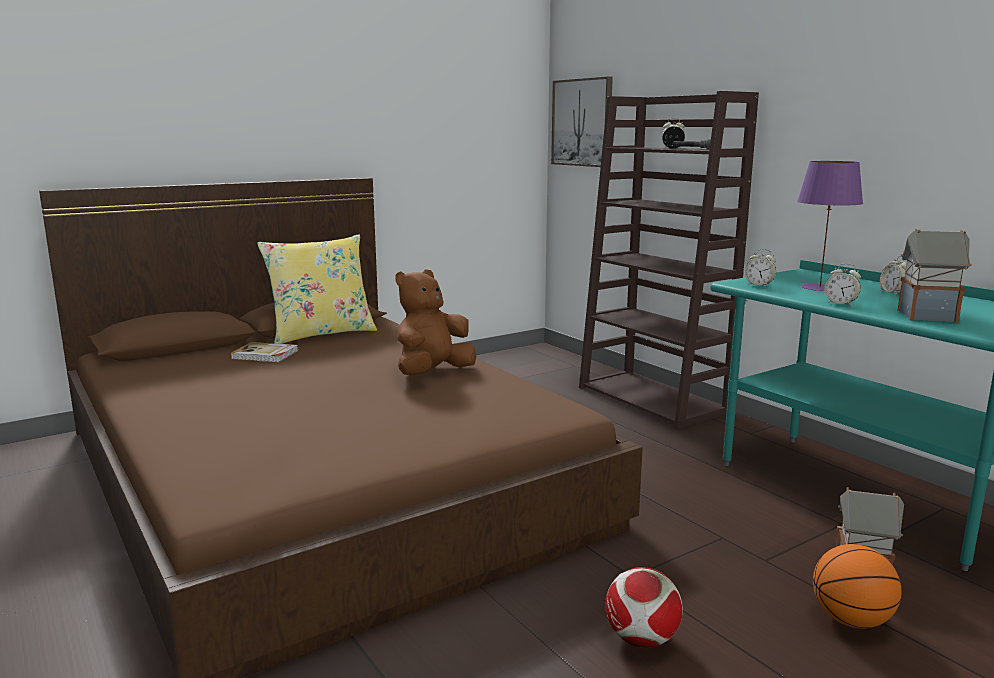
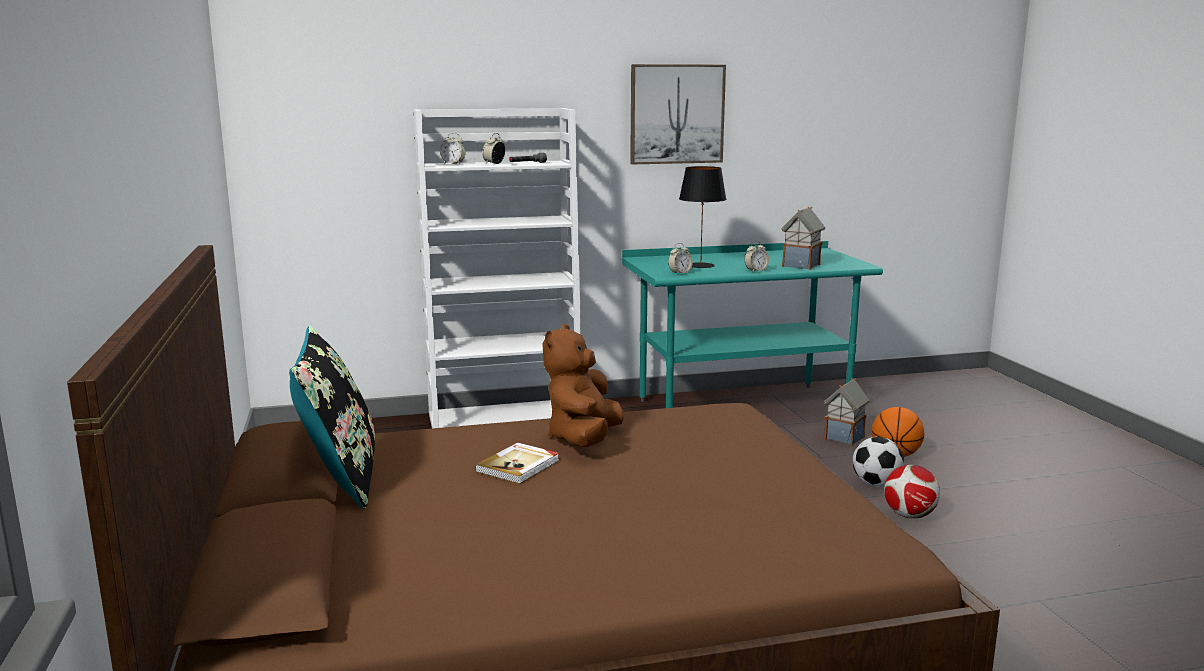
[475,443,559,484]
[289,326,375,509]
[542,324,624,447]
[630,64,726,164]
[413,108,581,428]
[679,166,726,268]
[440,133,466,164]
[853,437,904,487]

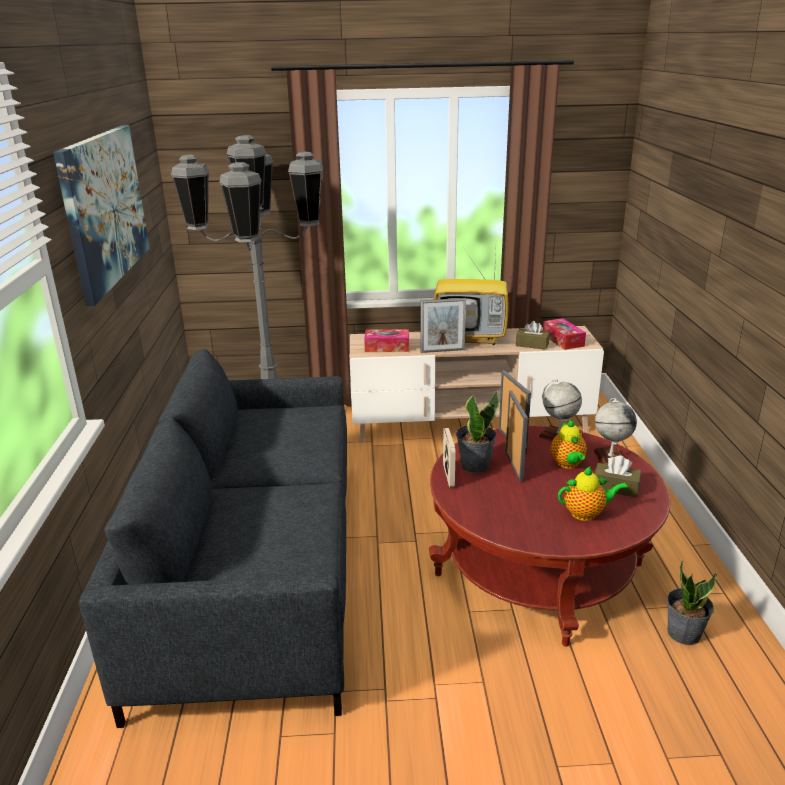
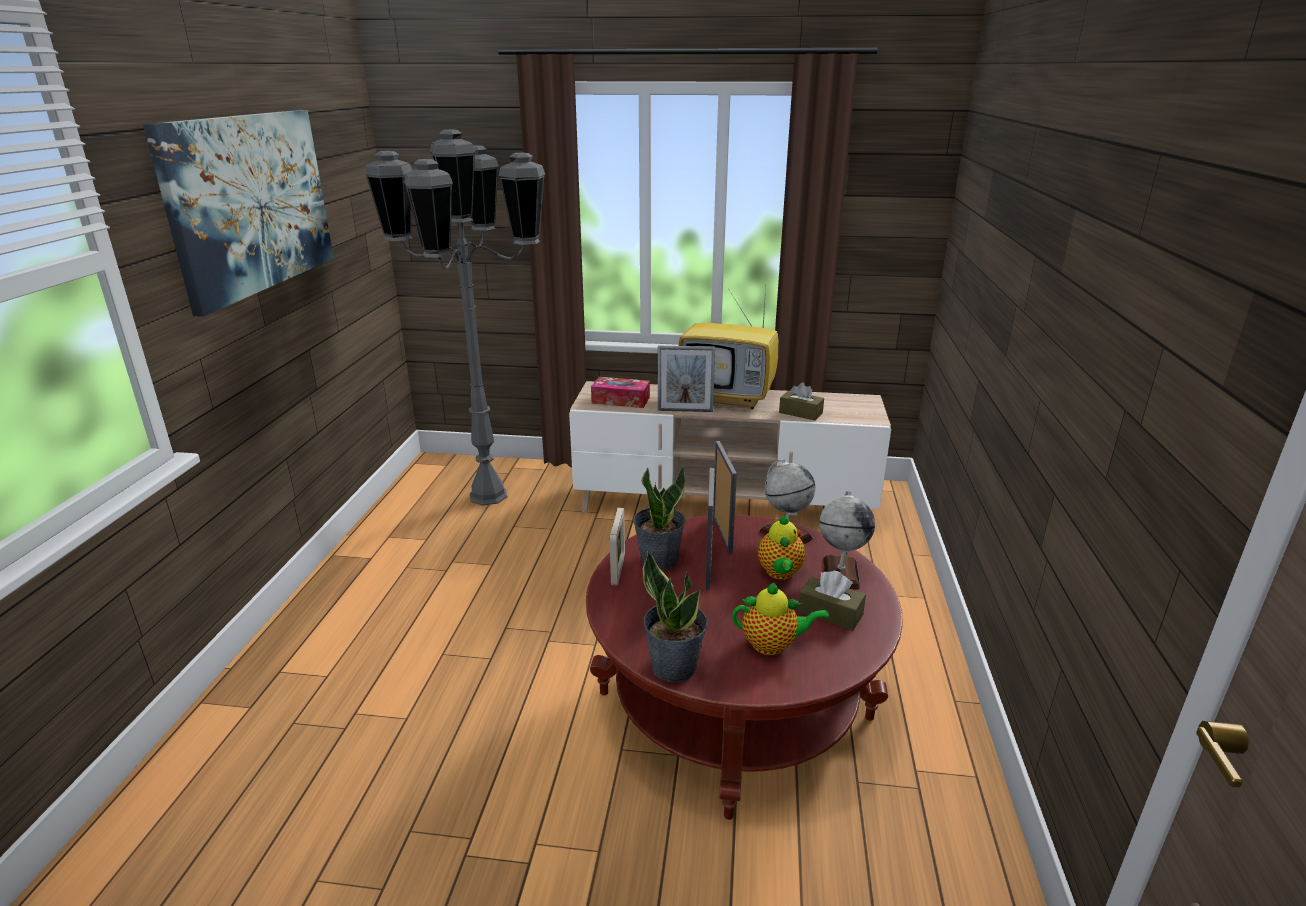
[79,349,347,728] (first image)
[543,318,586,350] (first image)
[643,551,707,682]

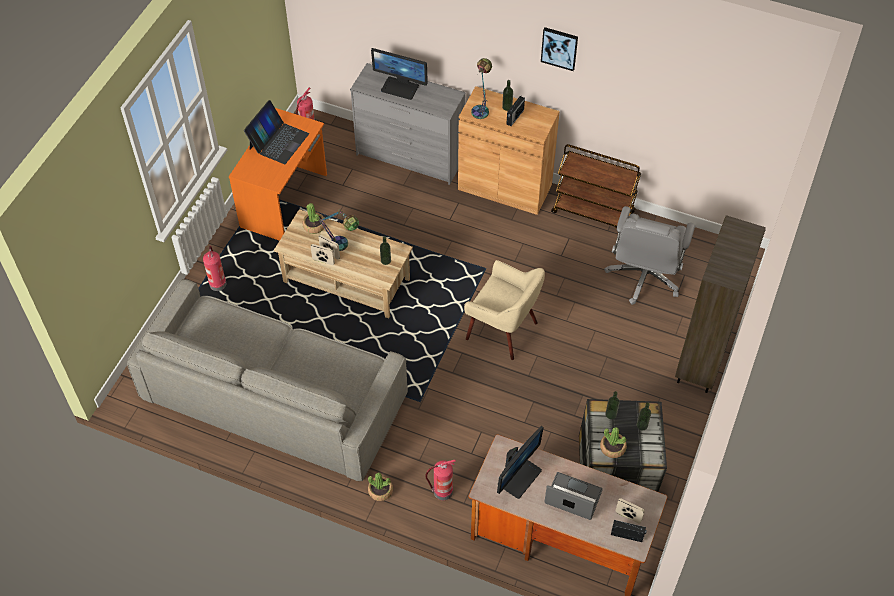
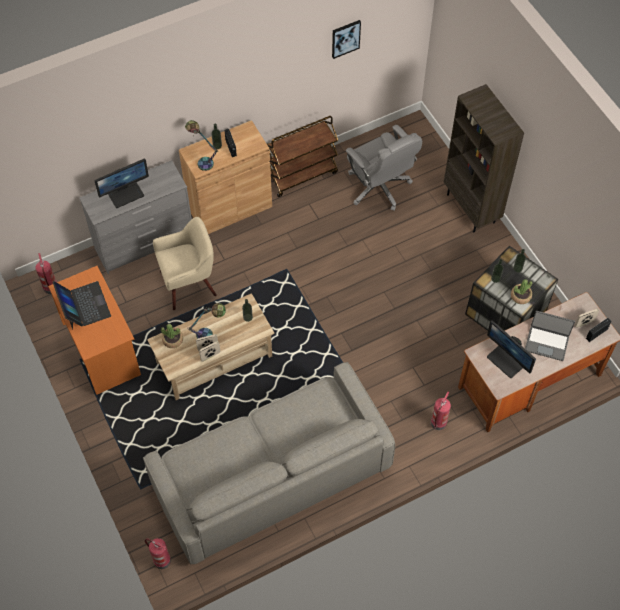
[145,538,171,569]
[368,472,393,501] (first image)
[153,217,217,310]
[487,321,536,378]
[332,20,361,59]
[525,311,575,361]

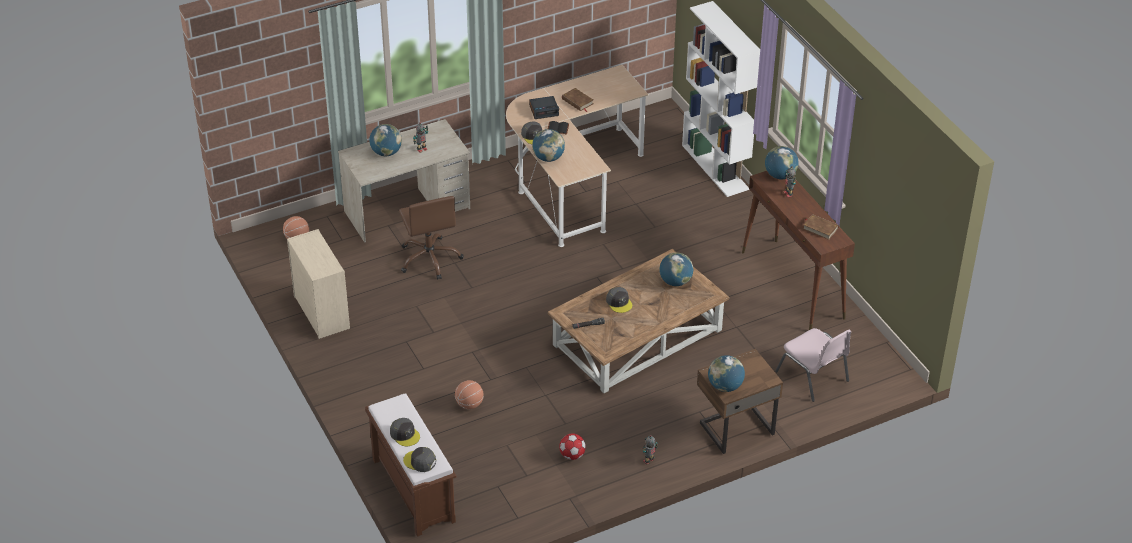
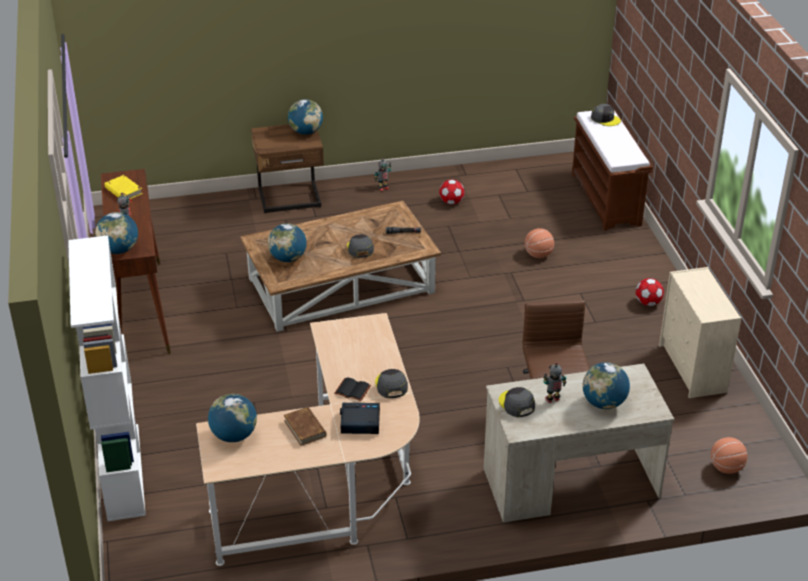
[499,387,535,417]
[208,394,257,442]
[775,328,851,402] (first image)
[104,175,143,202]
[636,278,664,306]

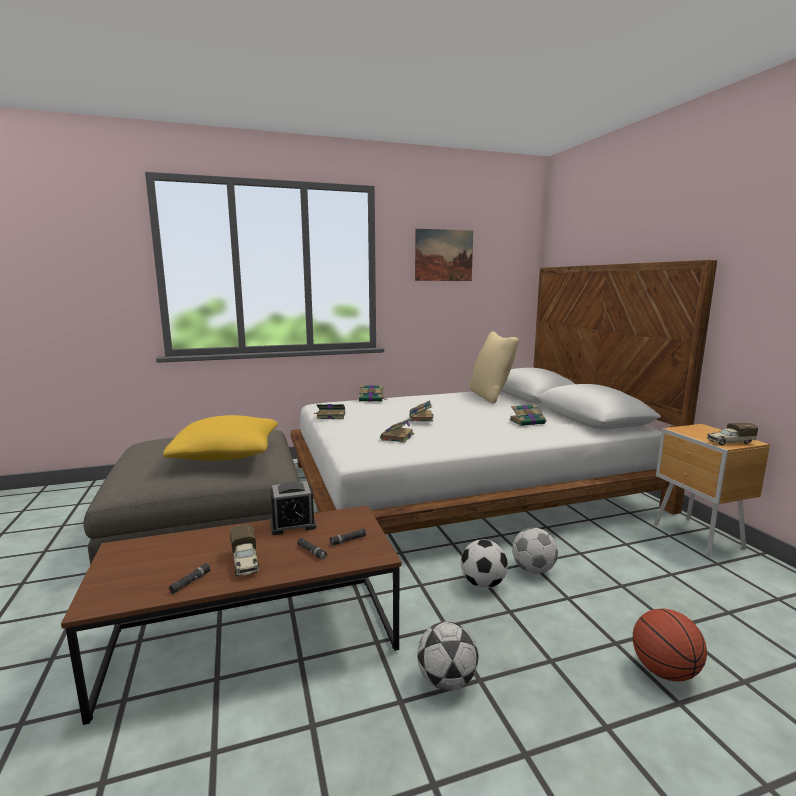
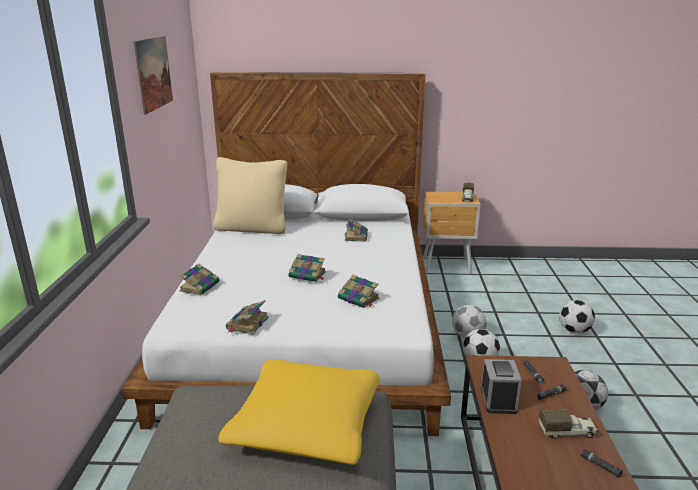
[559,300,595,333]

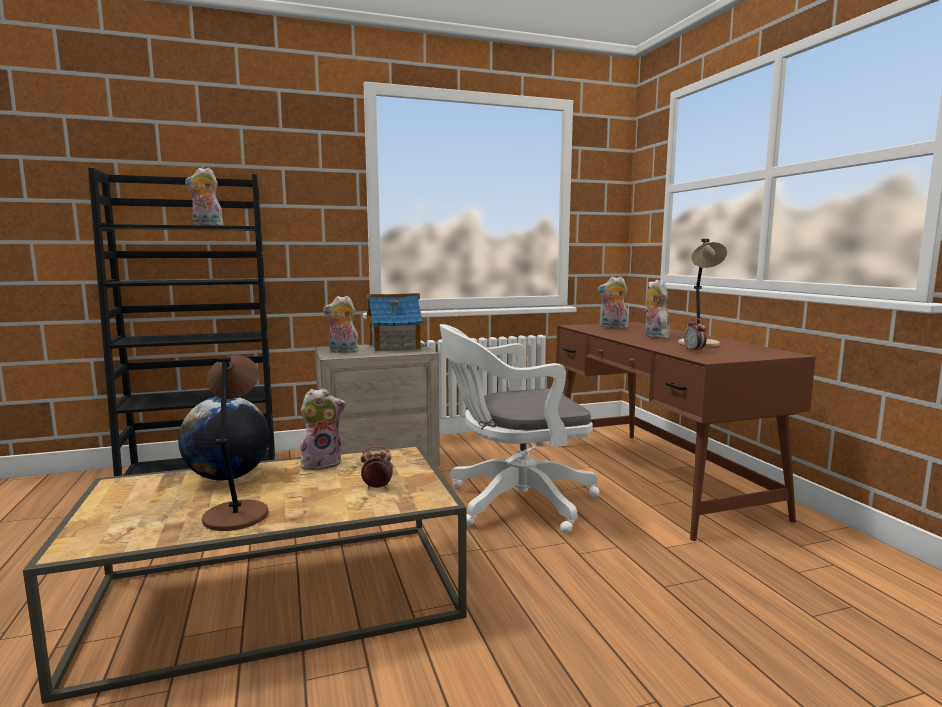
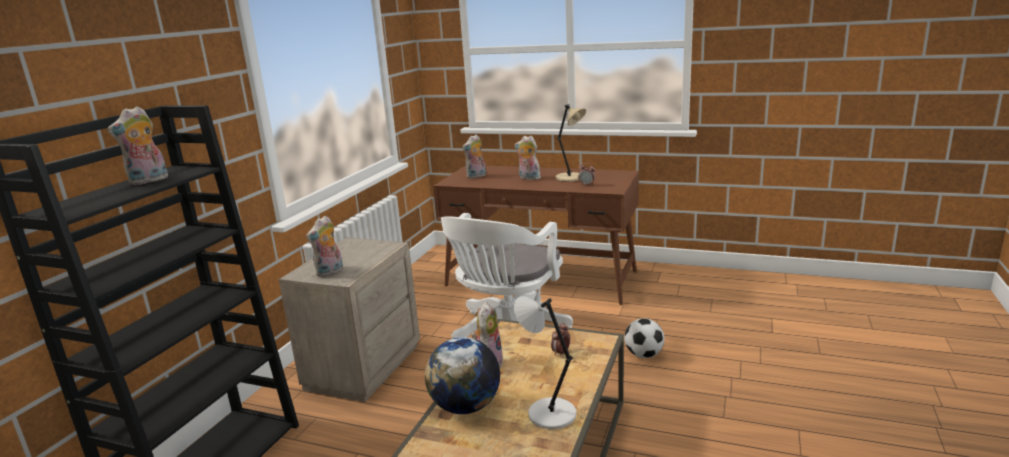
[514,296,576,429]
[367,293,425,352] (first image)
[624,318,665,358]

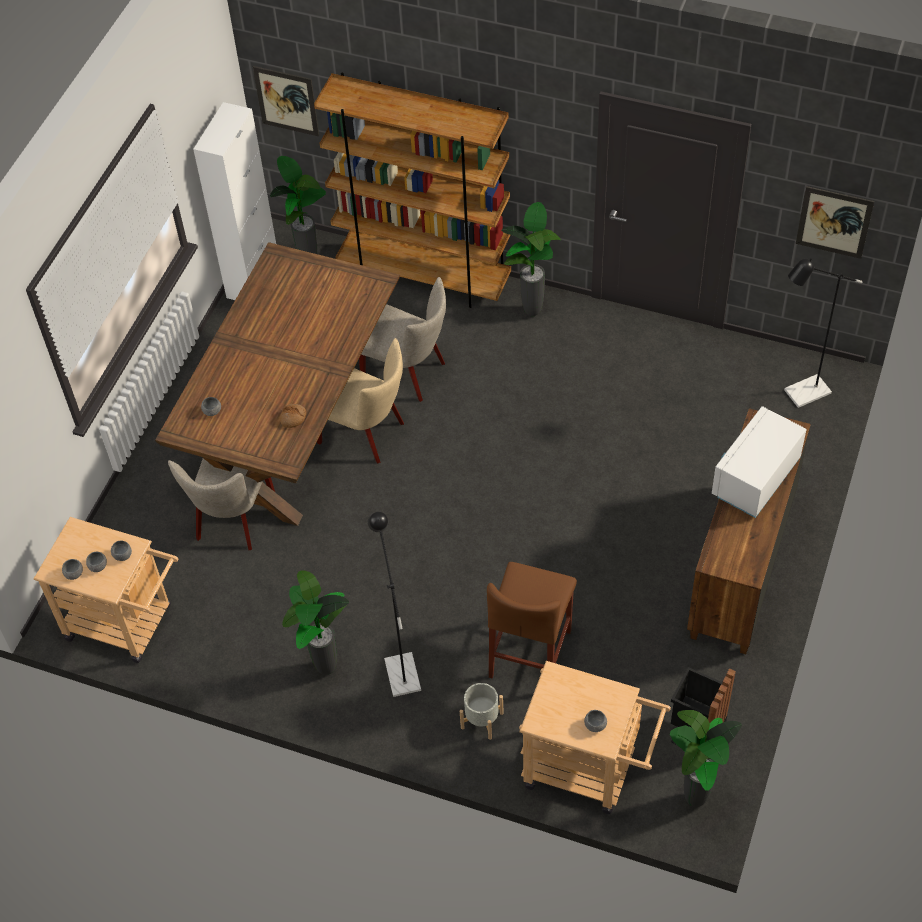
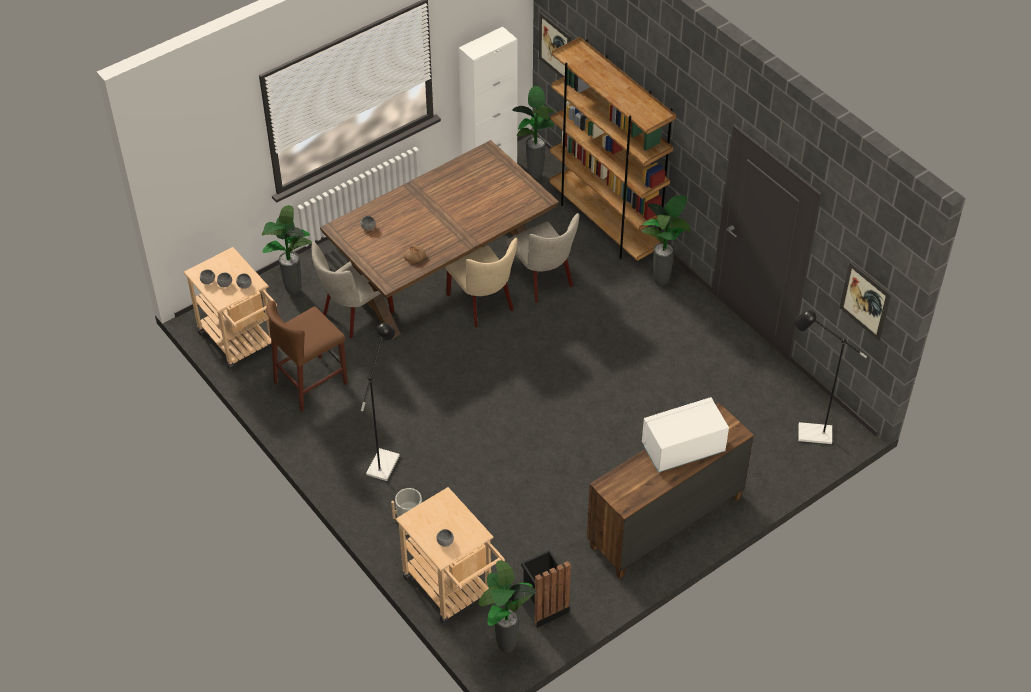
[262,205,312,295]
[266,301,348,412]

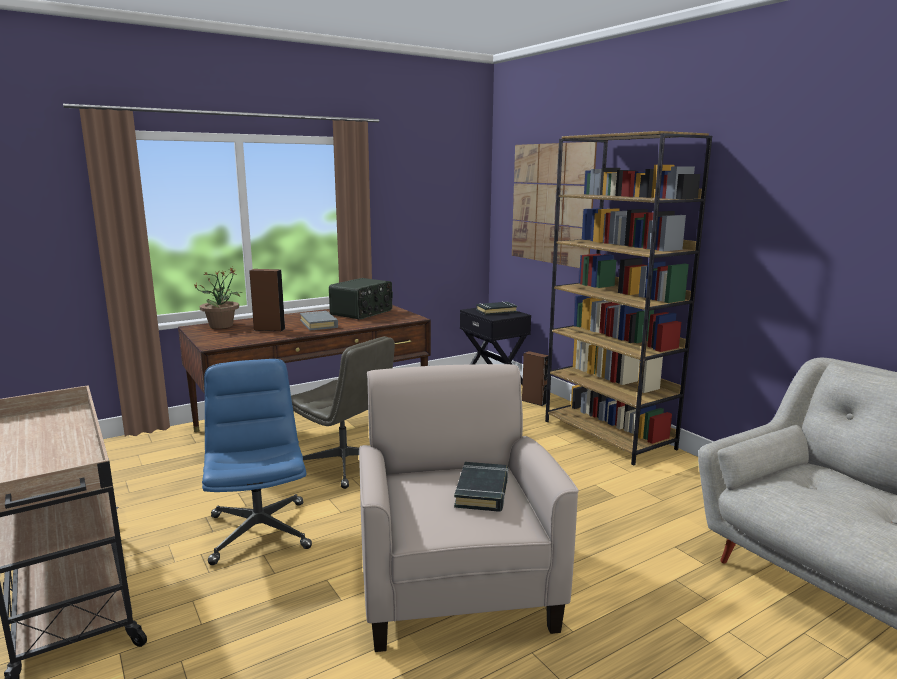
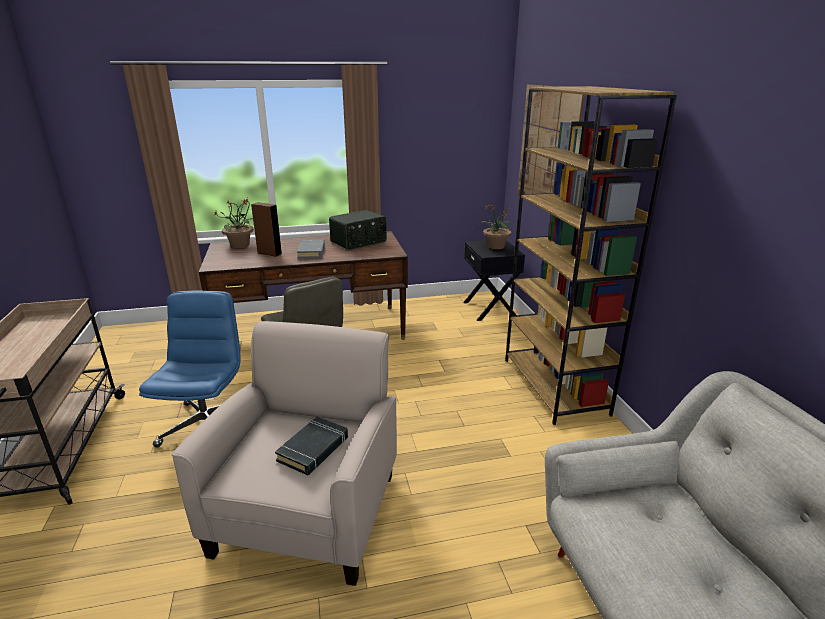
[480,203,511,249]
[522,351,549,406] (first image)

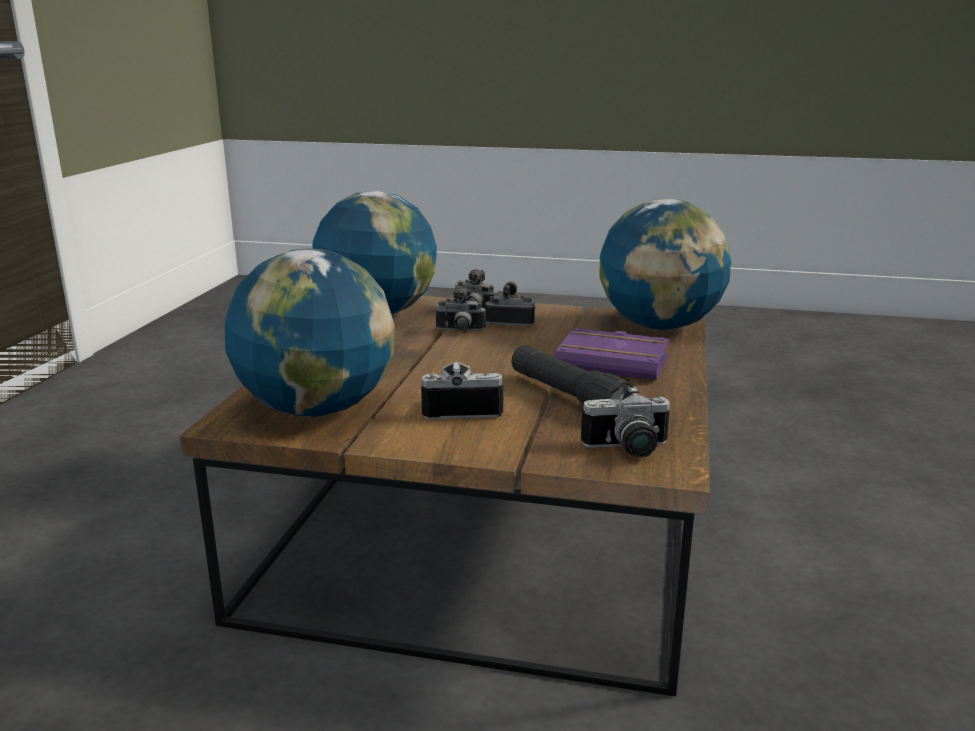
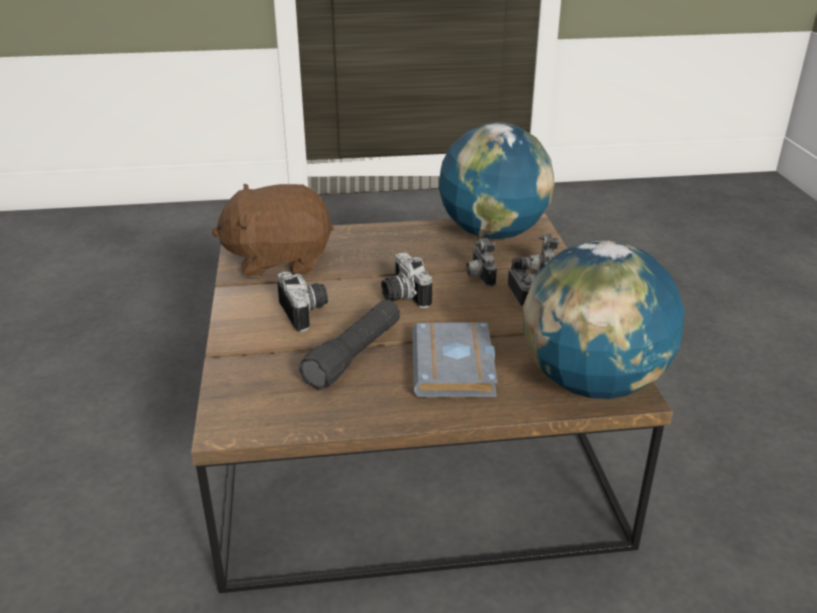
[212,184,334,277]
[412,323,498,397]
[381,252,432,308]

